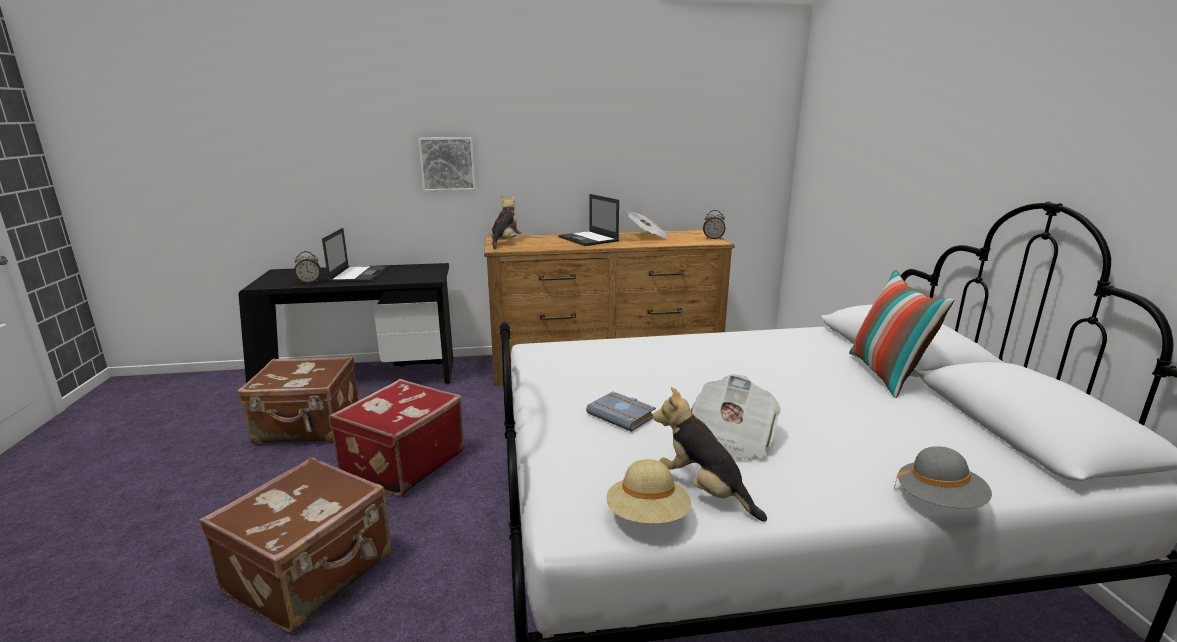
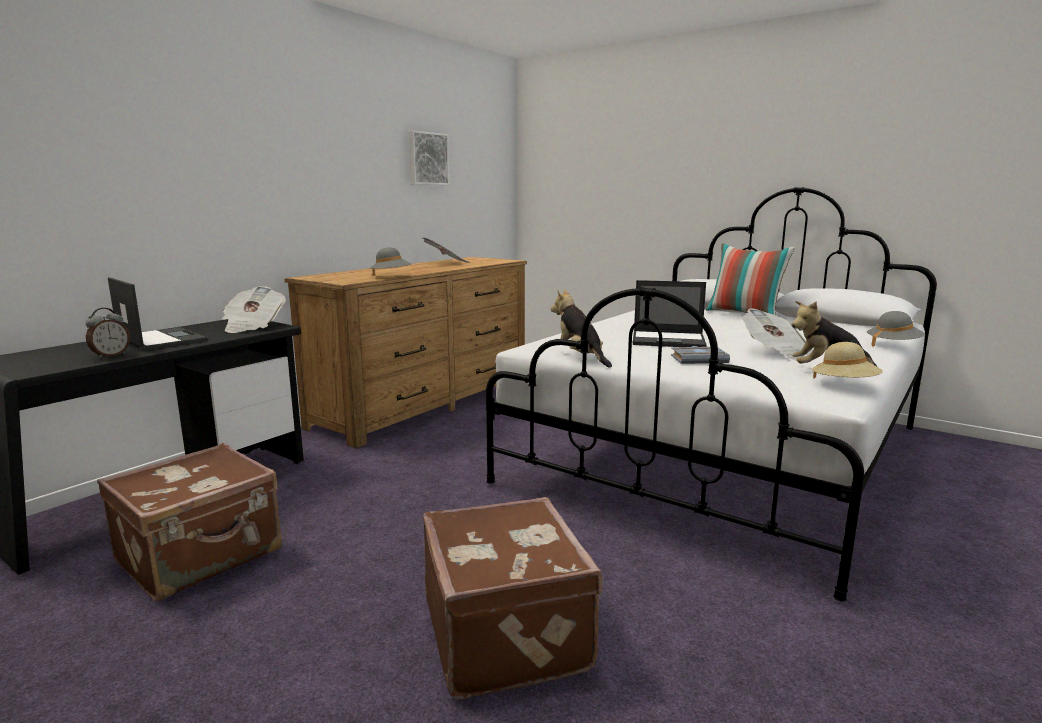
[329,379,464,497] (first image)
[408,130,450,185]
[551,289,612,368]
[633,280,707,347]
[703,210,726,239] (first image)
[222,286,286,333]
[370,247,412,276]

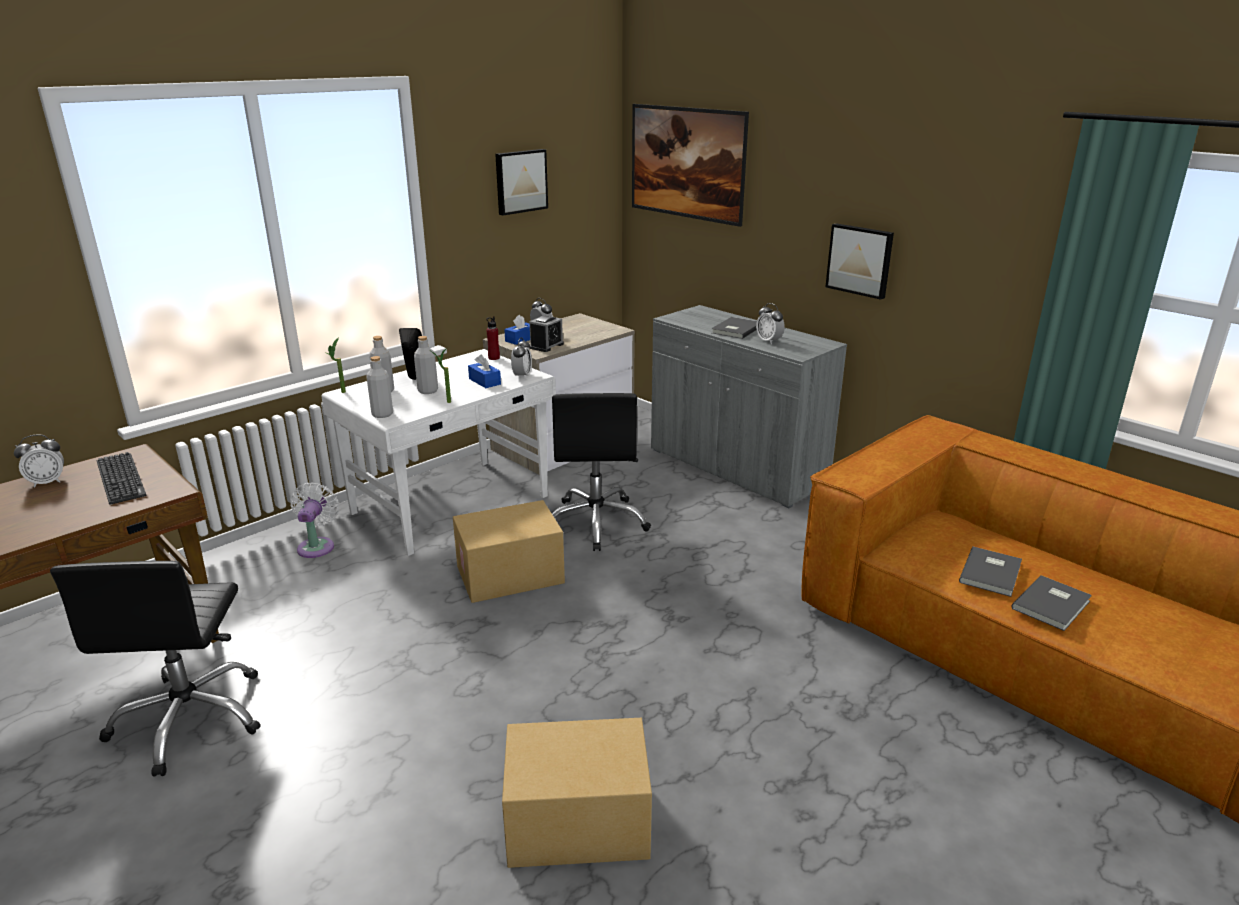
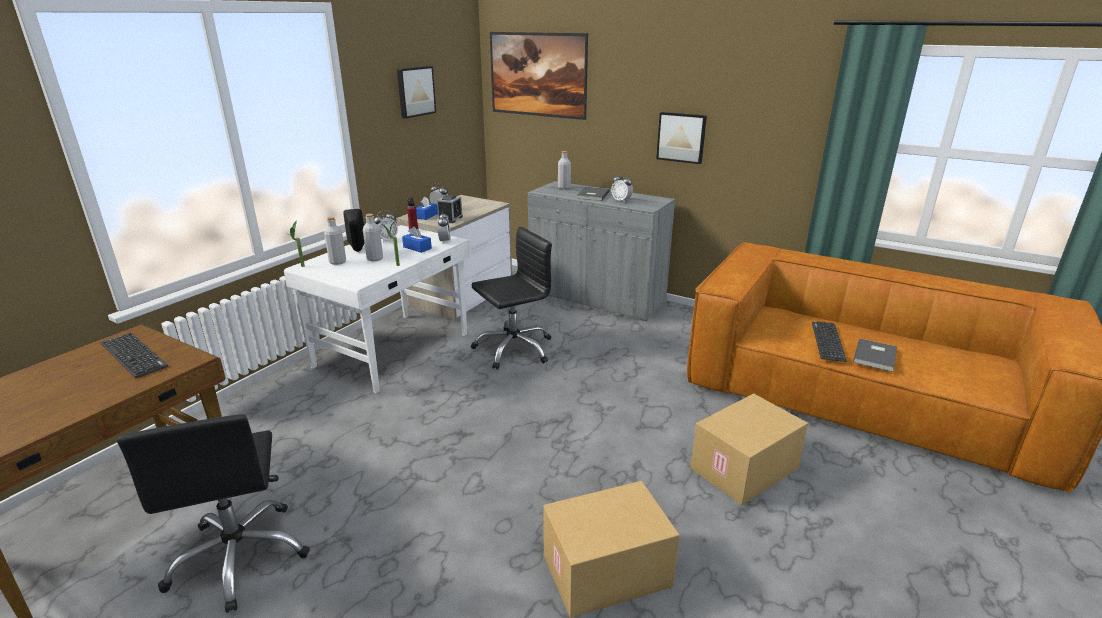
[374,210,398,242]
[291,482,339,558] (first image)
[558,151,571,189]
[691,393,808,505]
[471,226,552,369]
[812,321,847,362]

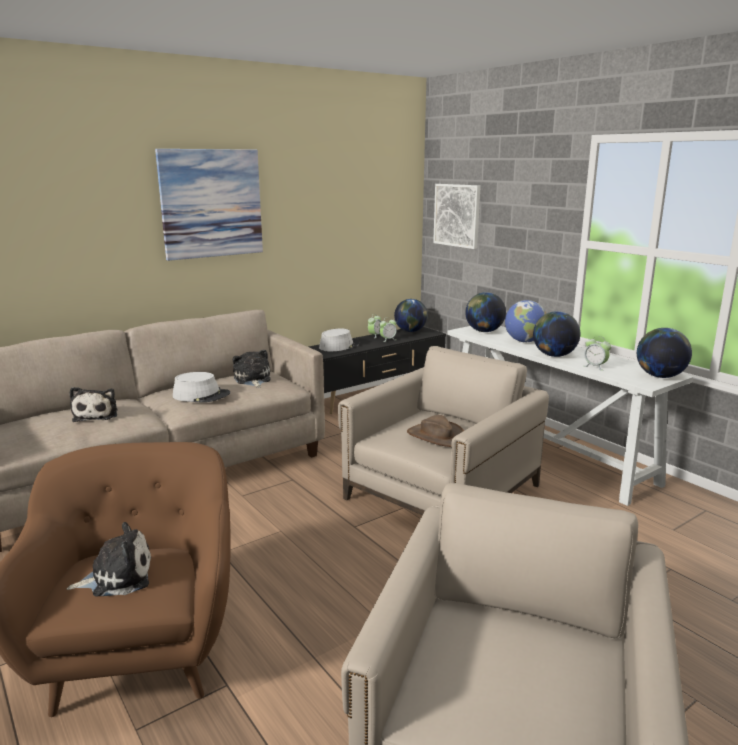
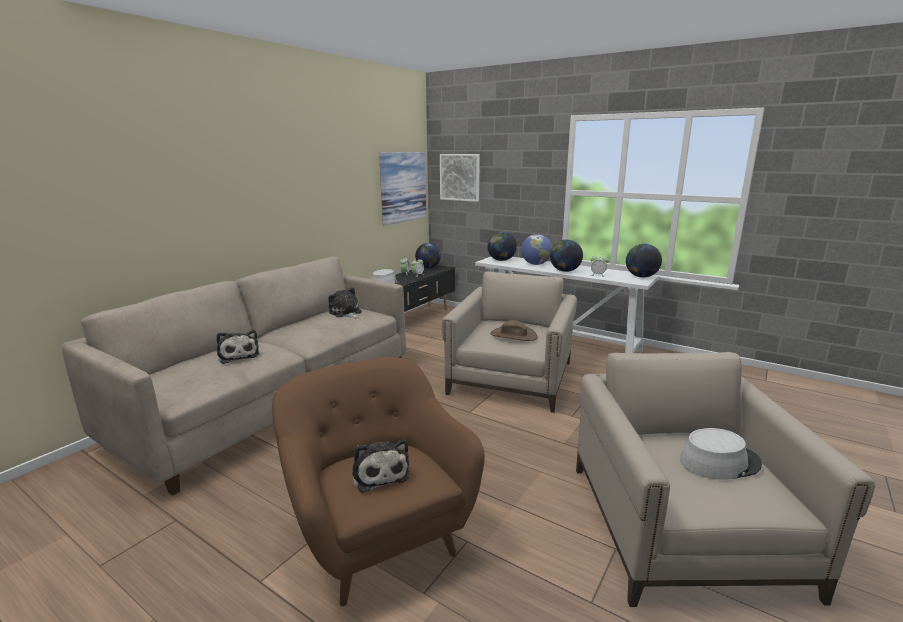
[352,439,410,493]
[379,152,426,225]
[680,428,762,479]

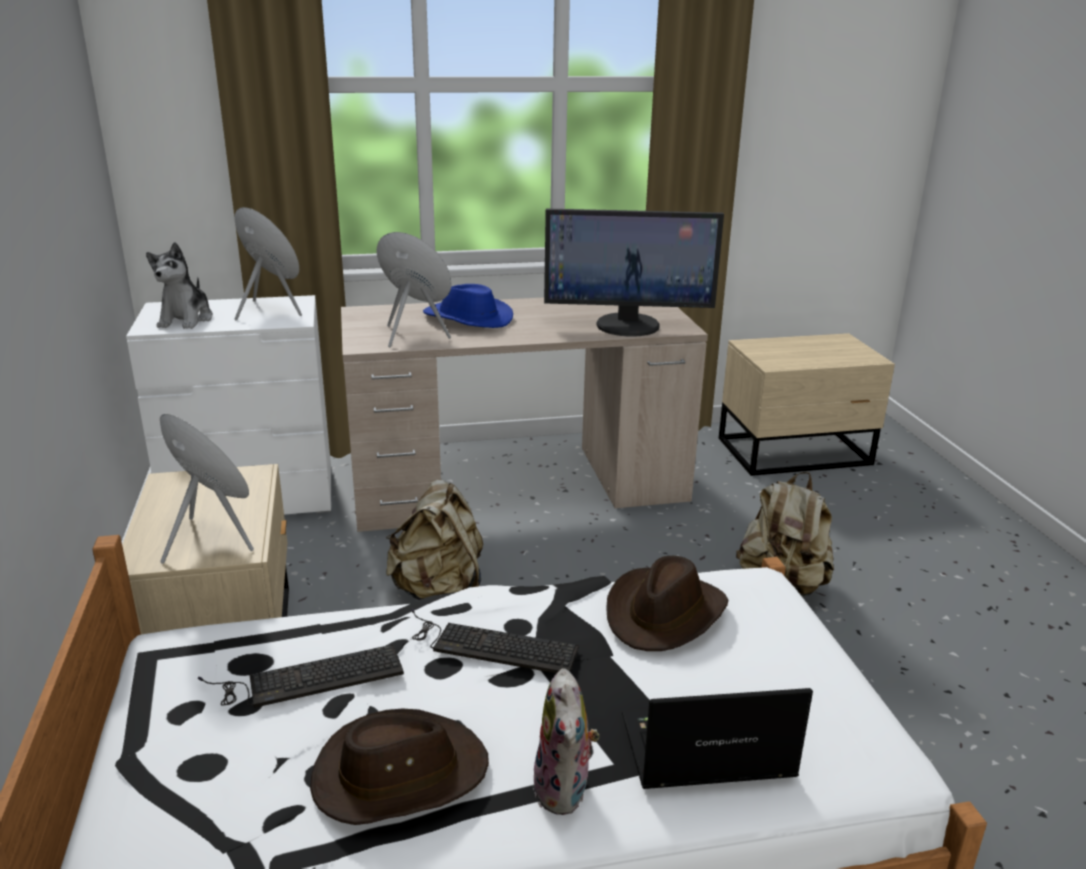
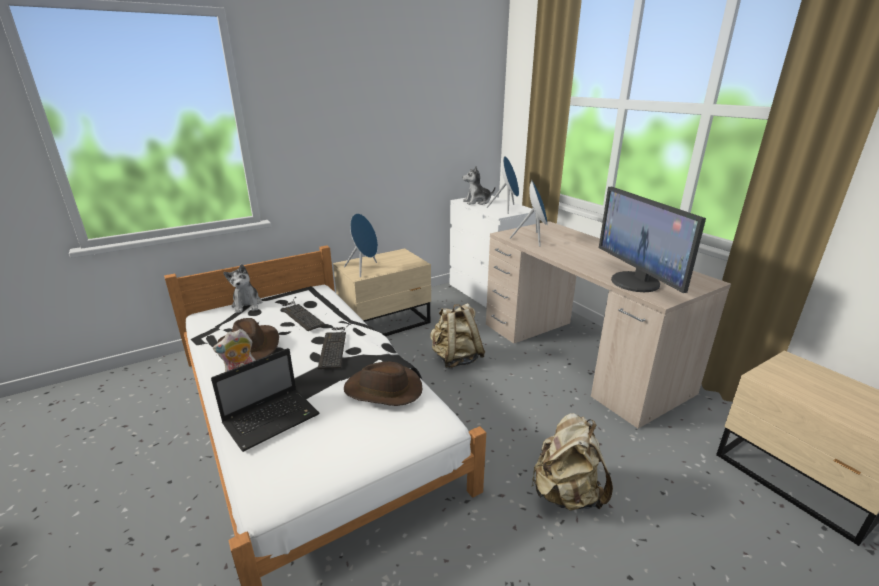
[423,284,513,328] (first image)
[211,348,319,452]
[223,264,262,313]

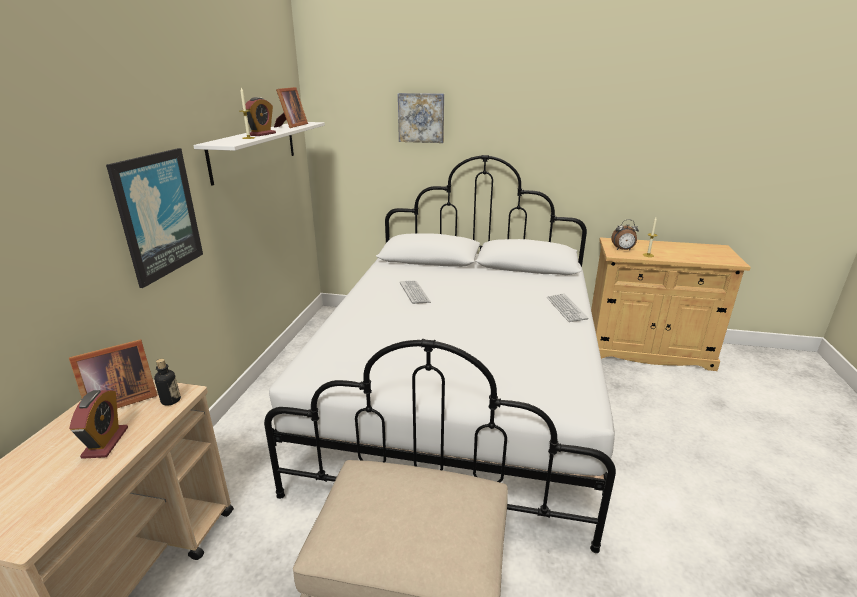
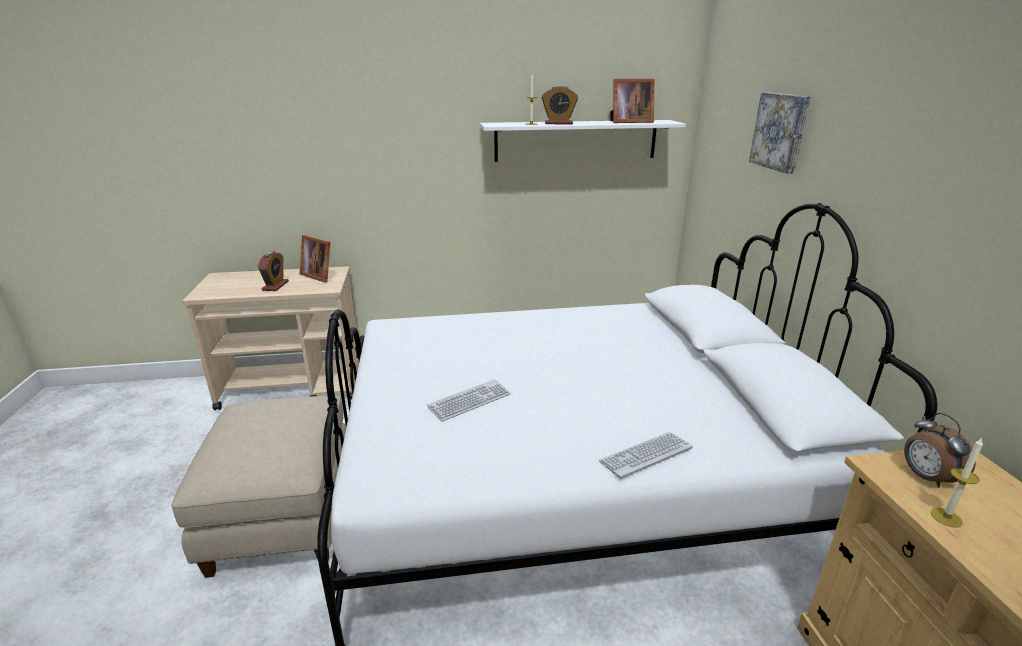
[258,251,289,291]
[106,148,203,288] (first image)
[154,359,181,406] (first image)
[427,379,511,422]

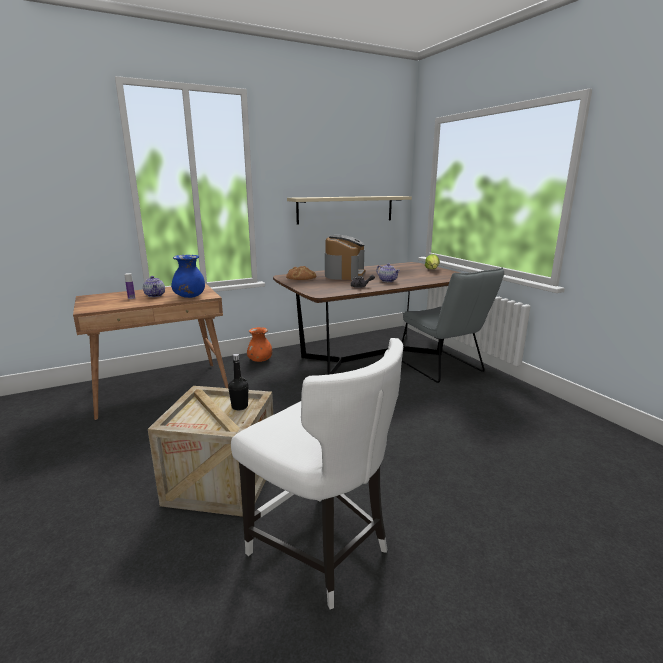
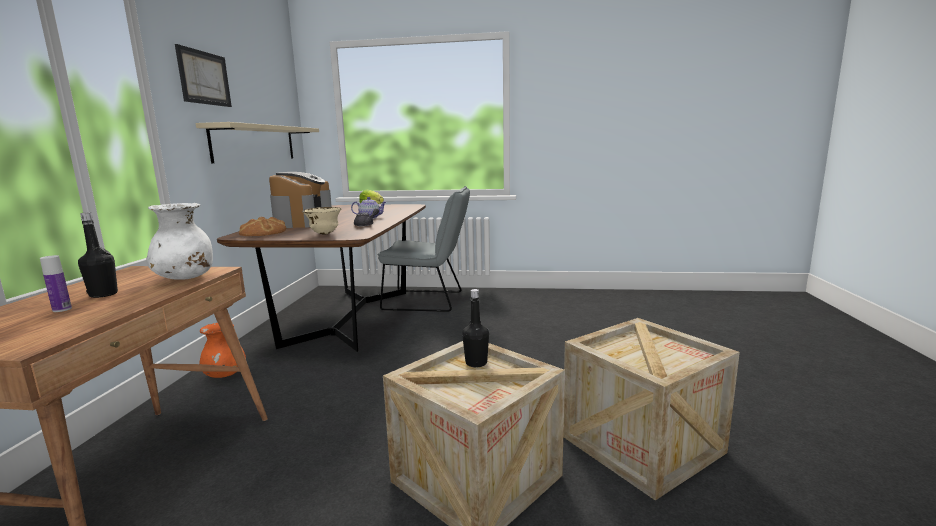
[78,212,118,298]
[147,203,213,280]
[563,318,740,500]
[269,172,332,228]
[175,44,232,107]
[302,207,341,235]

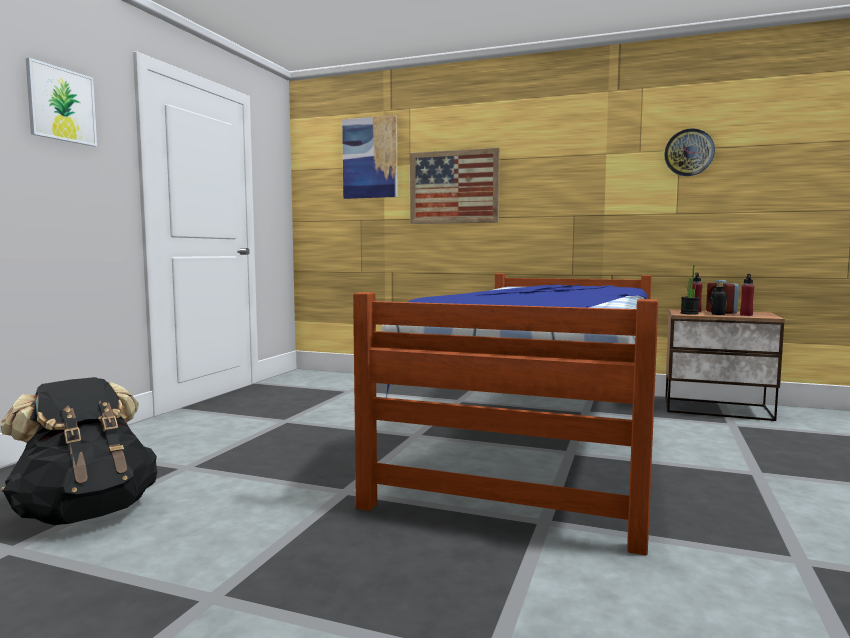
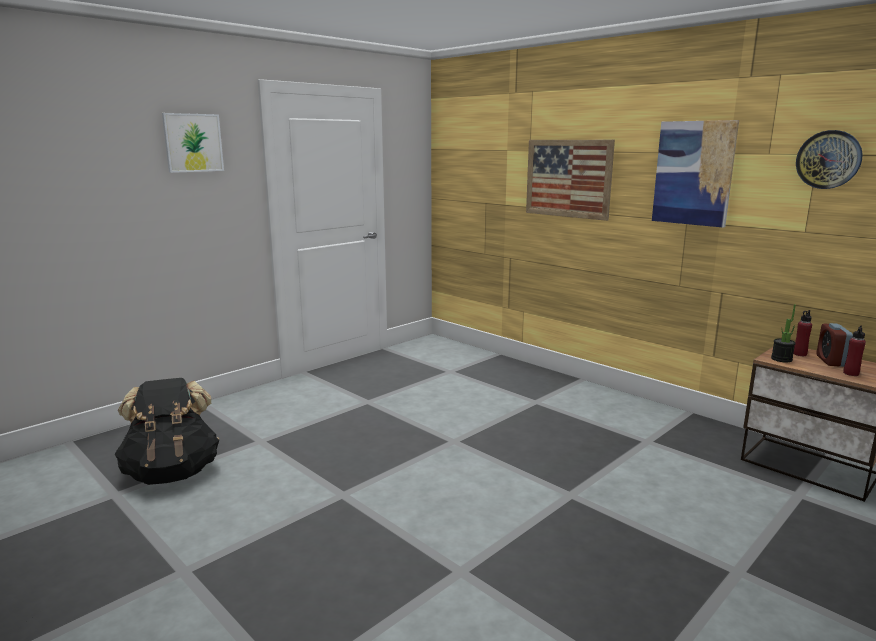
[652,120,739,228]
[353,273,658,555] (first image)
[711,282,727,315] (first image)

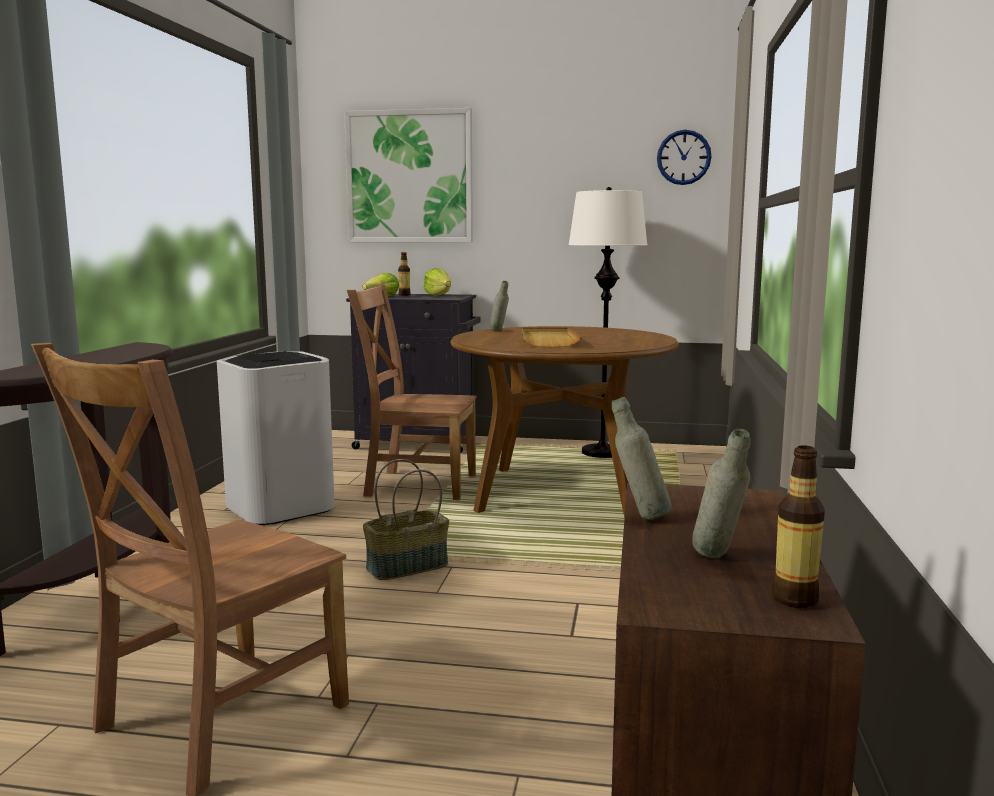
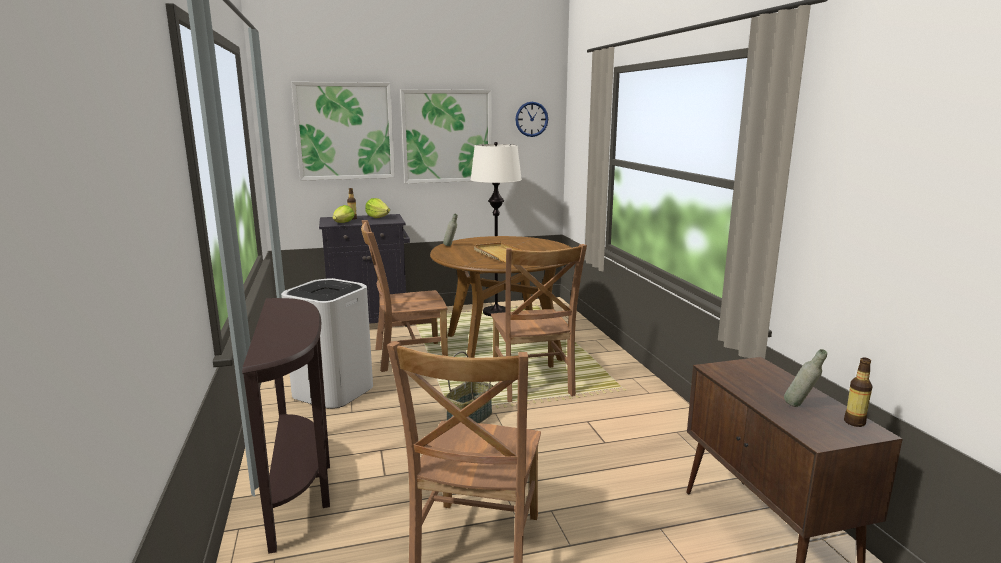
[612,397,671,520] (first image)
[400,89,492,183]
[491,244,587,402]

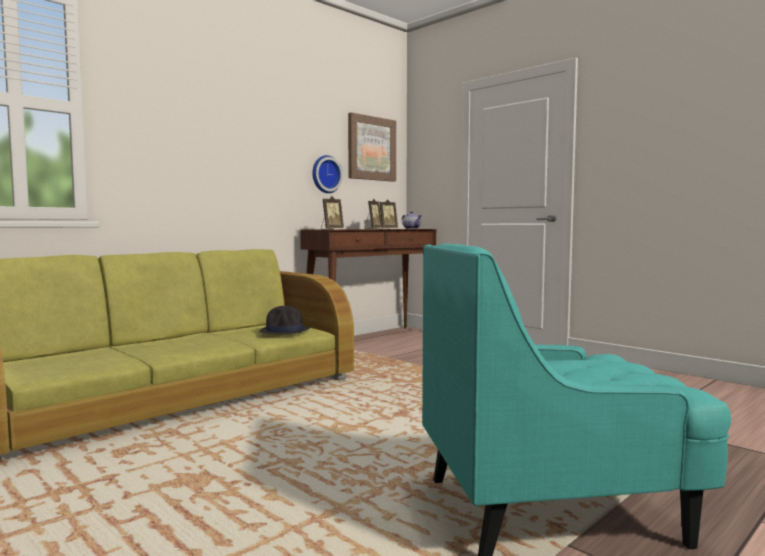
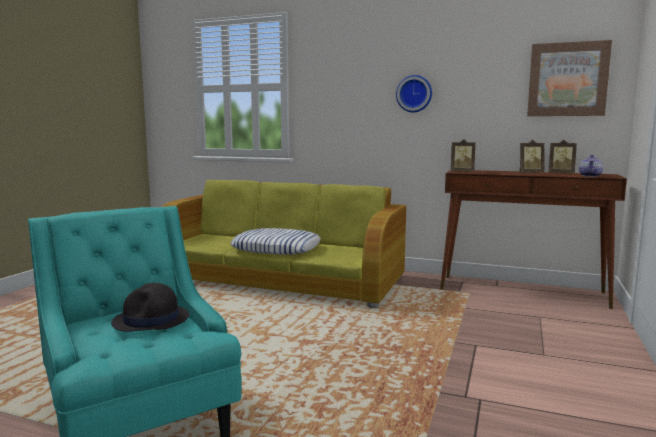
[111,283,189,332]
[396,75,432,112]
[230,228,321,255]

